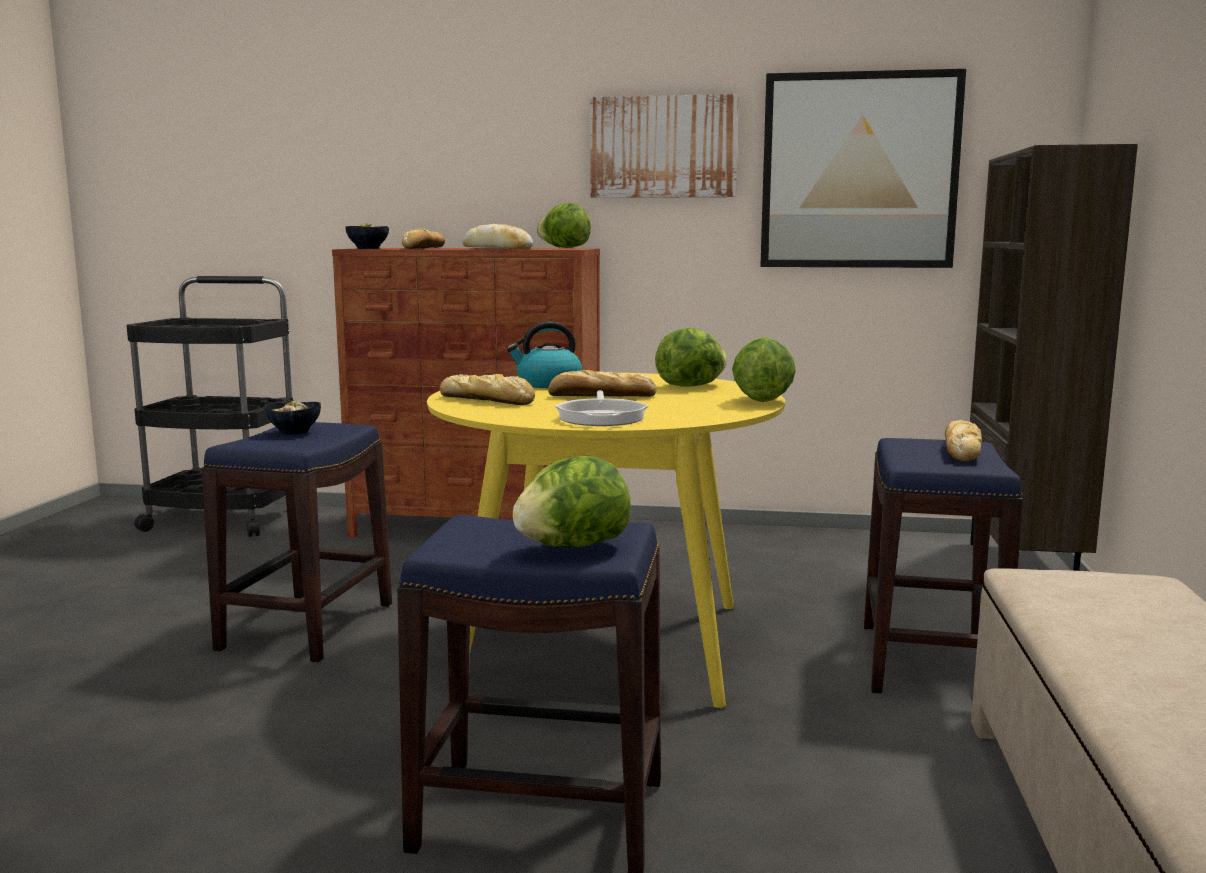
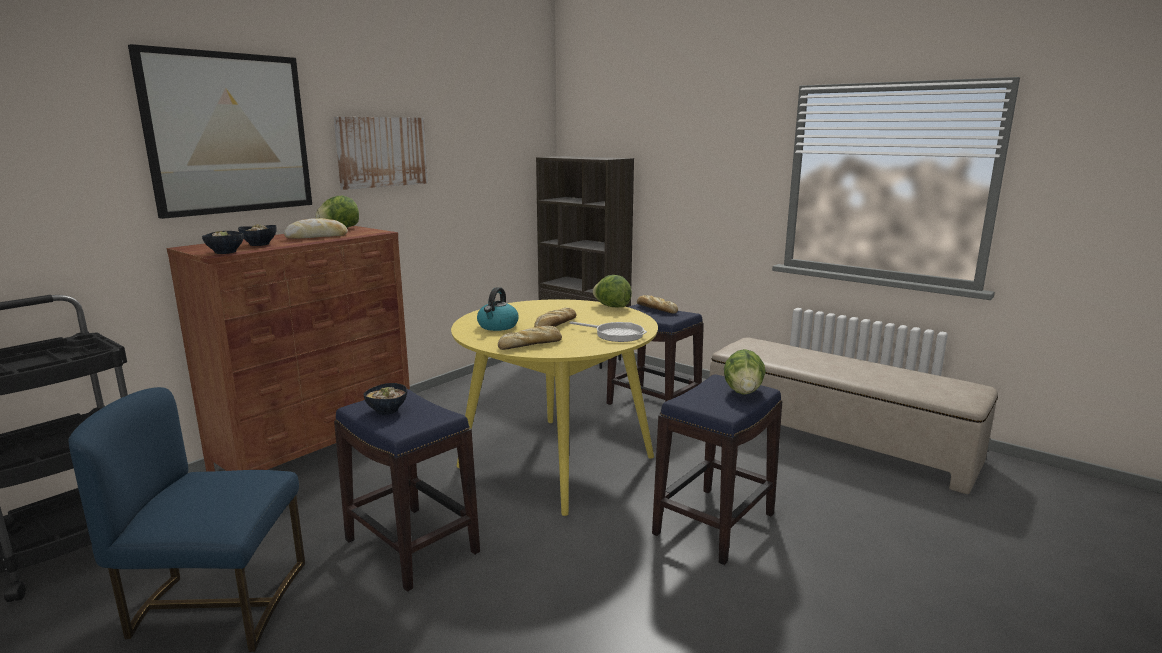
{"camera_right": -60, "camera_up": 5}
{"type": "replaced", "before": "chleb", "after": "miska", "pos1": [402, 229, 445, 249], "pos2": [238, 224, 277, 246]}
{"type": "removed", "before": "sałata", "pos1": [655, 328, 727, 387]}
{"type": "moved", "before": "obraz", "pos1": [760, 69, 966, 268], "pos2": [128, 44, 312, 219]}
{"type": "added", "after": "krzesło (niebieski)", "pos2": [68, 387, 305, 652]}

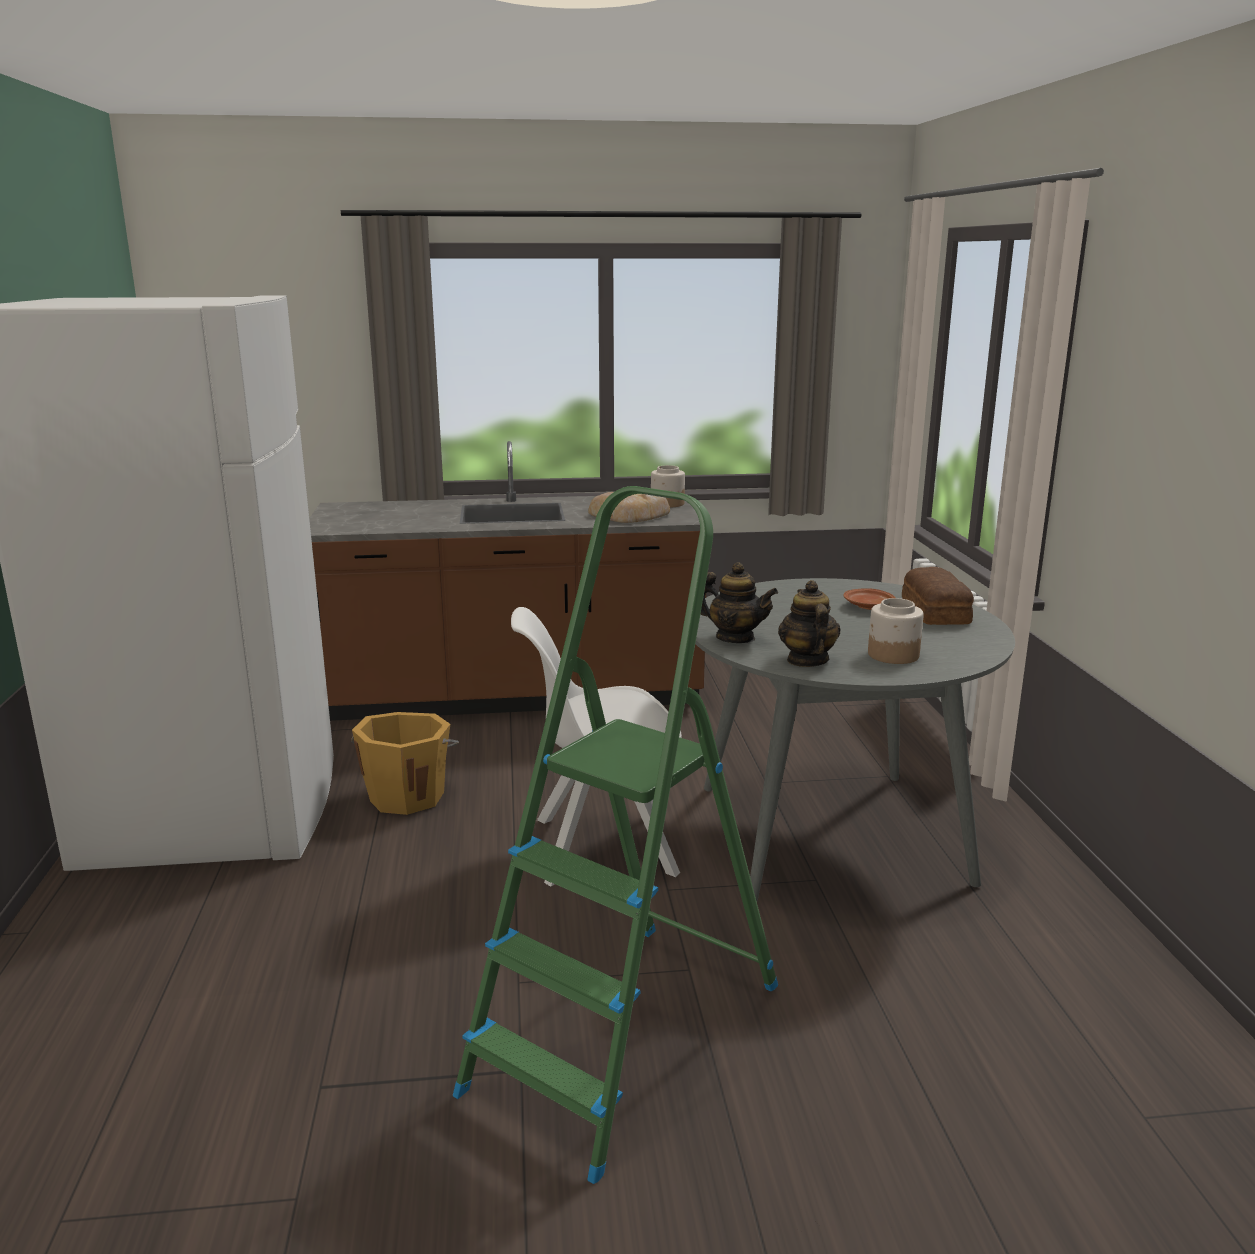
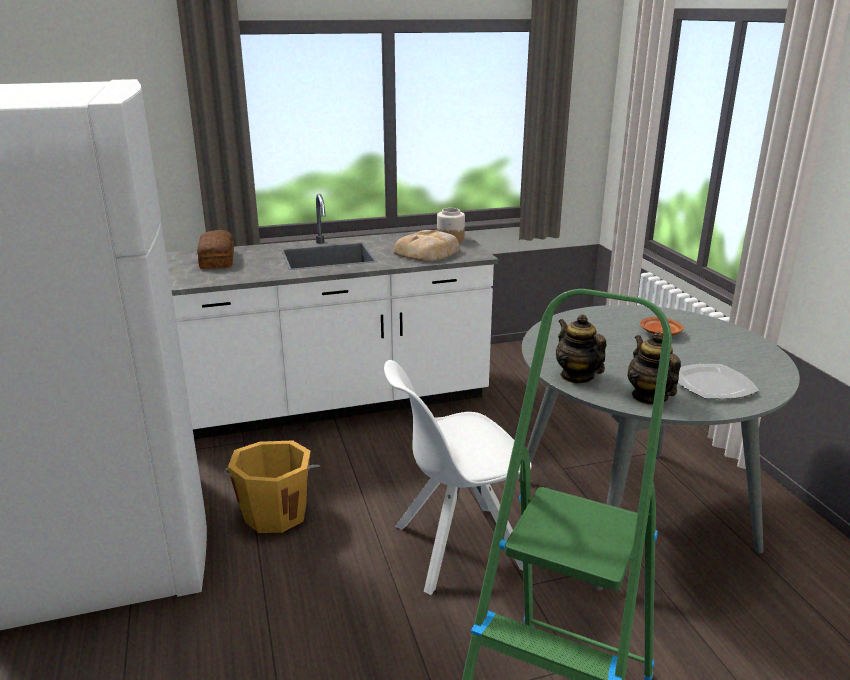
{"camera_right": -10, "camera_up": 5}
{"type": "recoloured", "before": "zabudowa kuchenna (brązowy)", "after": "zabudowa kuchenna (biały)", "pos1": [309, 441, 706, 721], "pos2": [166, 194, 498, 439]}
{"type": "turned", "before": "imbryk", "pos1": [701, 562, 778, 643], "pos2": [556, 314, 606, 384], "turn": -135}
{"type": "replaced", "before": "słoik", "after": "talerz", "pos1": [868, 598, 924, 664], "pos2": [678, 364, 759, 399]}
{"type": "moved", "before": "chleb", "pos1": [902, 567, 974, 625], "pos2": [197, 230, 234, 269]}

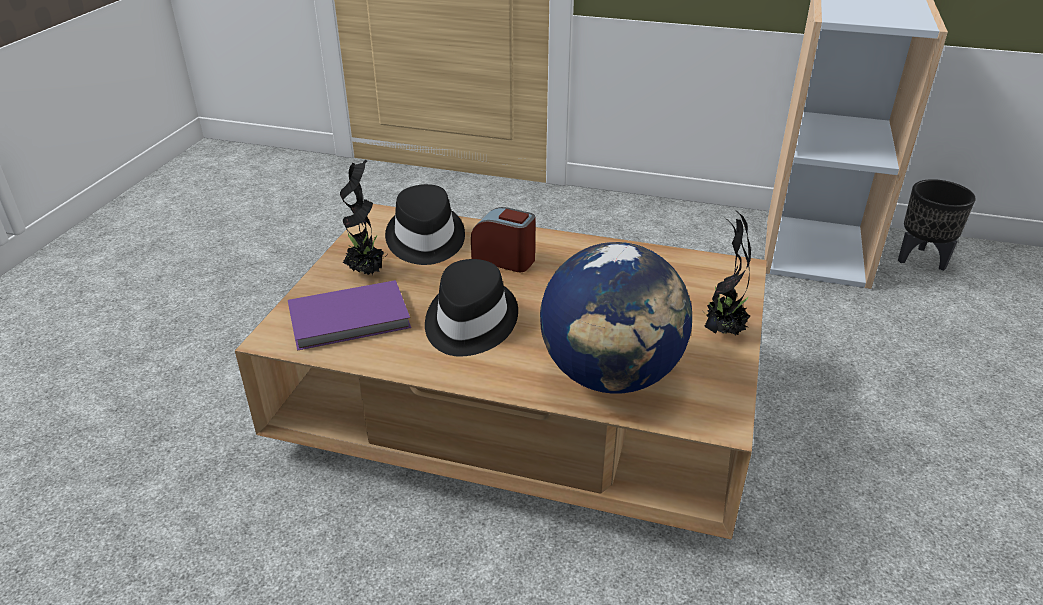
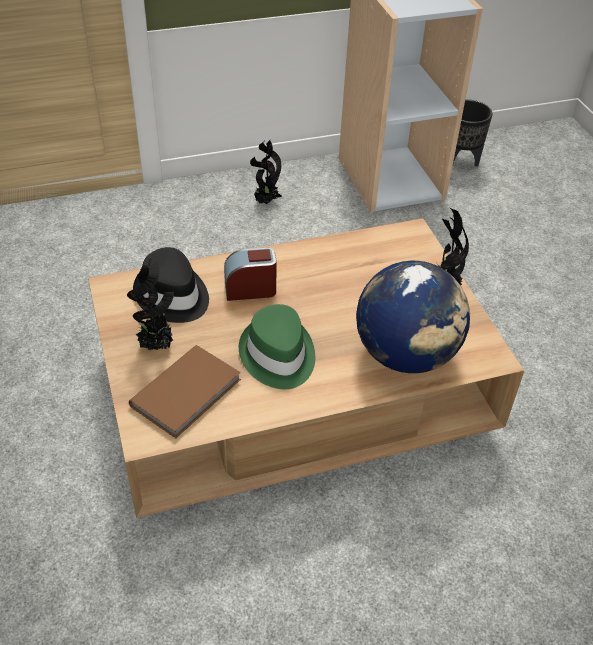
{"camera_right": -35, "camera_up": 10}
{"type": "recoloured", "before": "książka (fioletowy)", "after": "książka (brązowy)", "pos1": [288, 280, 411, 351], "pos2": [129, 345, 241, 438]}
{"type": "recoloured", "before": "kapelusz (czarny)", "after": "kapelusz (zielony)", "pos1": [425, 259, 518, 357], "pos2": [239, 304, 315, 389]}
{"type": "added", "after": "roślina doniczkowa", "pos2": [250, 140, 283, 204]}

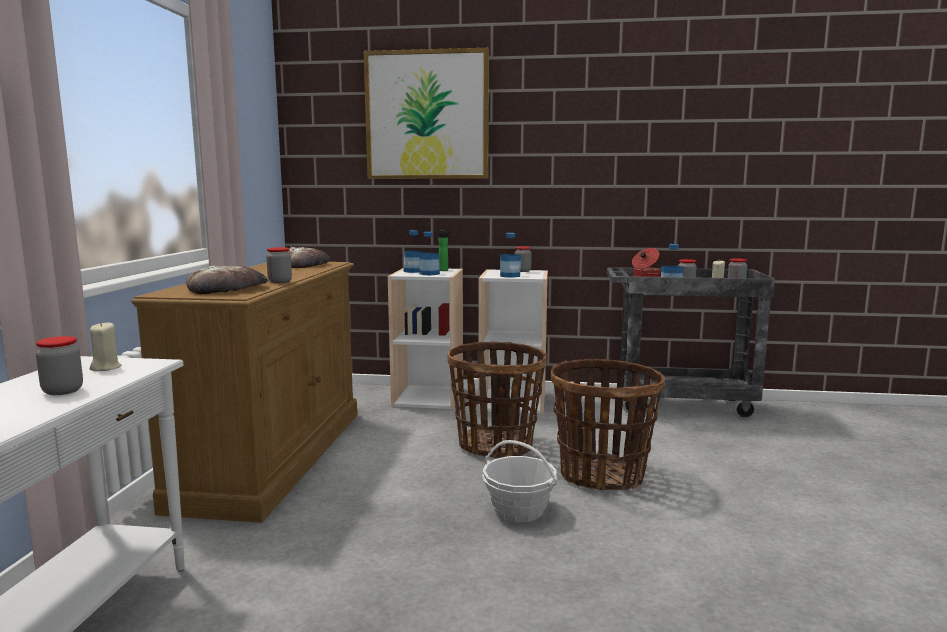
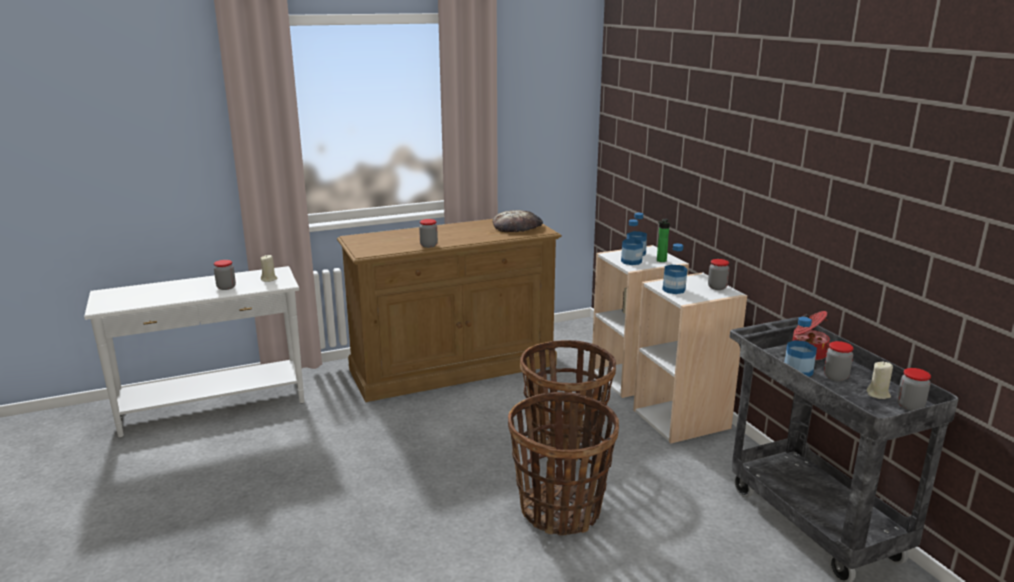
{"camera_right": 60, "camera_up": 10}
{"type": "removed", "before": "chleb", "pos1": [186, 265, 268, 294]}
{"type": "removed", "before": "obraz", "pos1": [364, 48, 489, 179]}
{"type": "removed", "before": "koszyk", "pos1": [482, 440, 558, 522]}

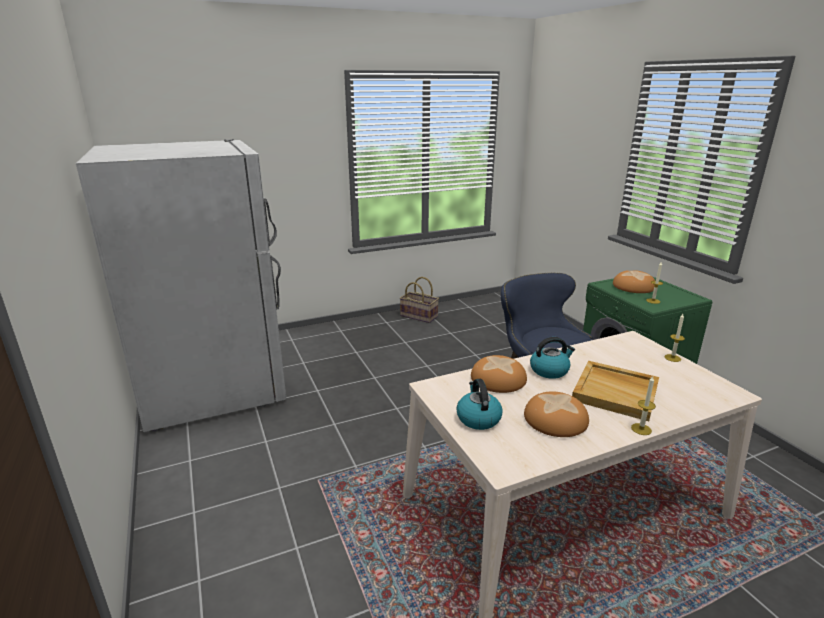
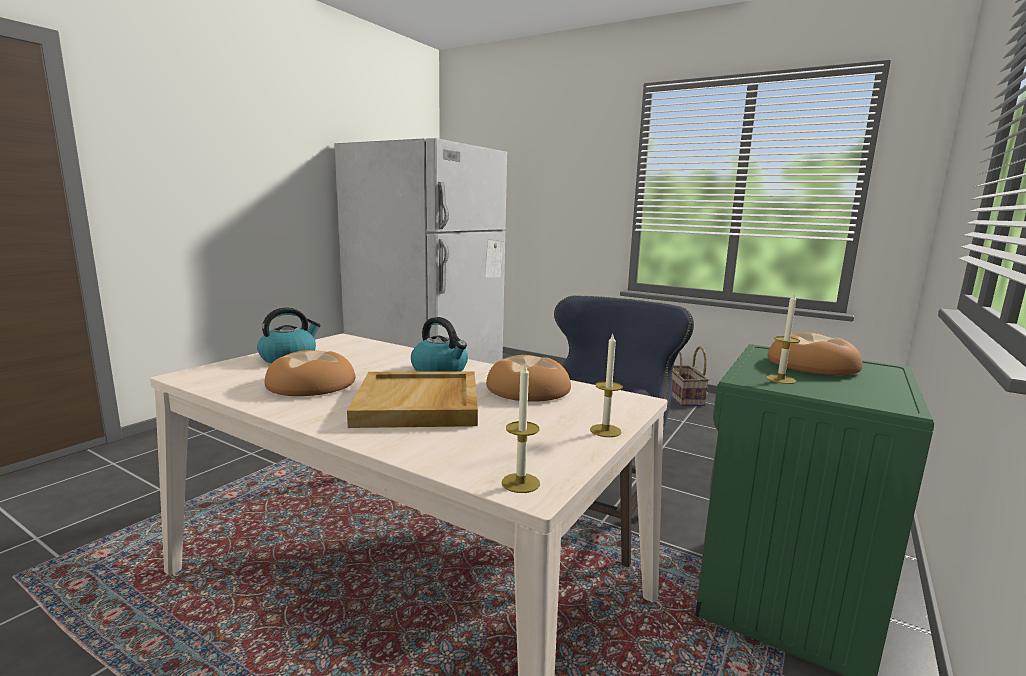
{"camera_right": 55, "camera_up": -10}
{"type": "moved", "before": "chleb", "pos1": [471, 355, 527, 393], "pos2": [486, 355, 571, 402]}
{"type": "moved", "before": "świeca", "pos1": [631, 376, 656, 435], "pos2": [502, 362, 540, 493]}

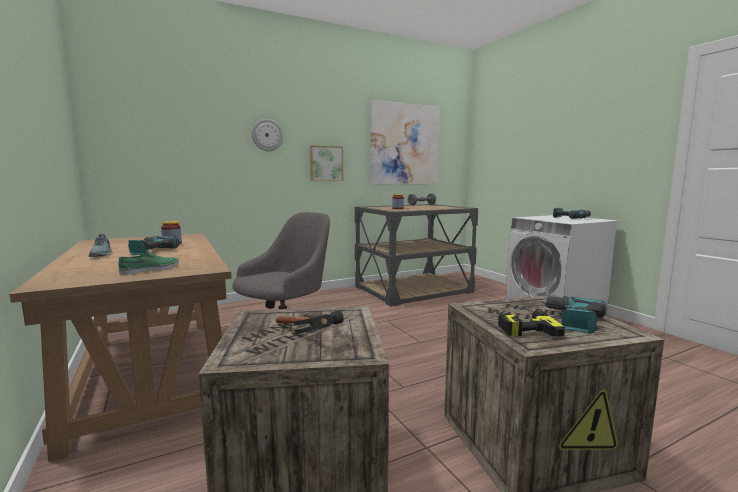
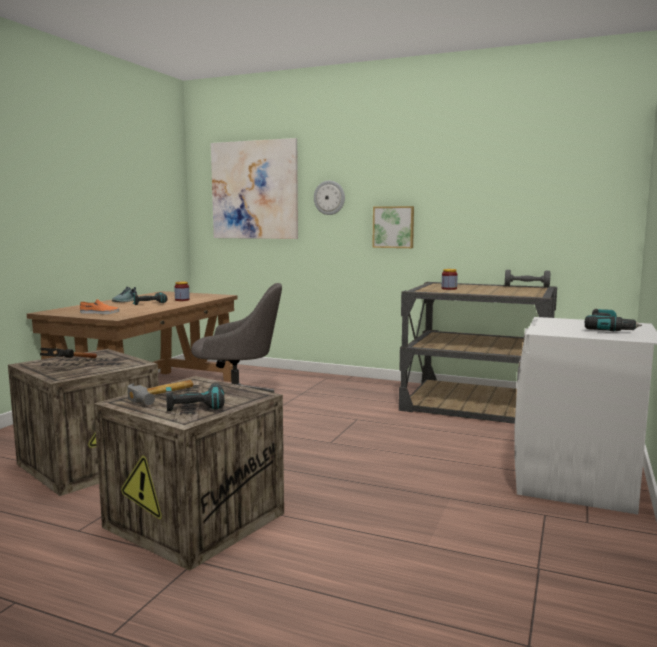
{"camera_right": 50, "camera_up": 0}
{"type": "recoloured", "before": "but (zielony)", "after": "but (pomarańczowy)", "pos1": [118, 250, 179, 275], "pos2": [80, 299, 119, 314]}
{"type": "moved", "before": "obraz", "pos1": [371, 100, 440, 185], "pos2": [211, 138, 298, 239]}
{"type": "replaced", "before": "wiertarka", "after": "młotek", "pos1": [498, 306, 565, 337], "pos2": [127, 380, 193, 405]}

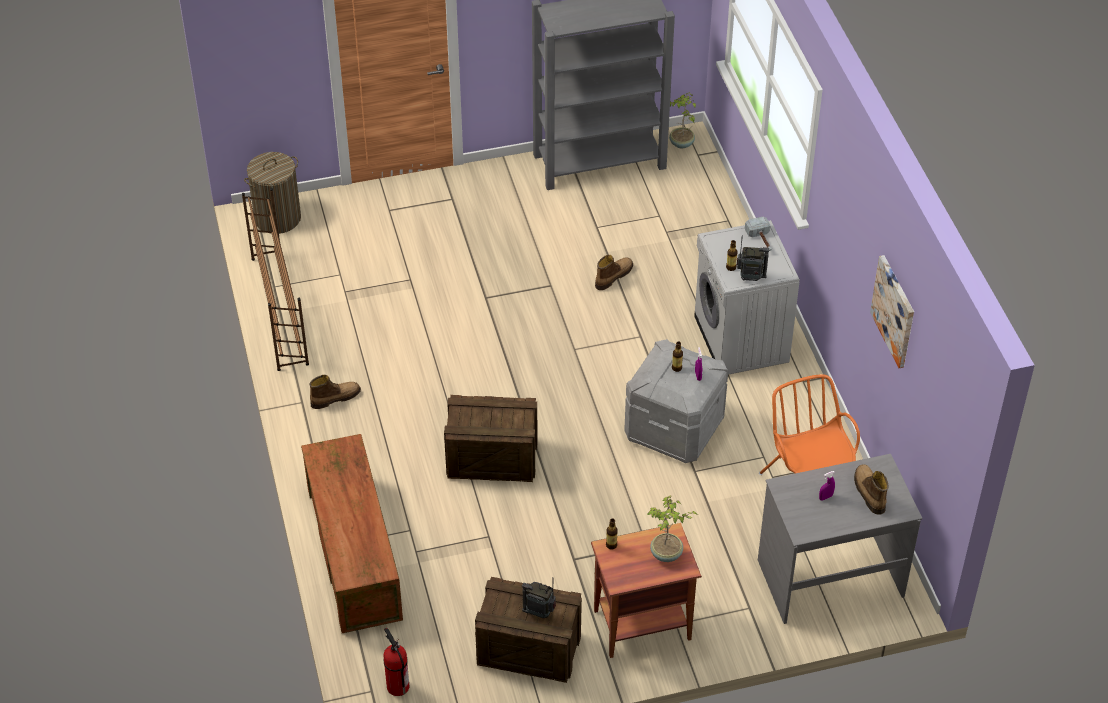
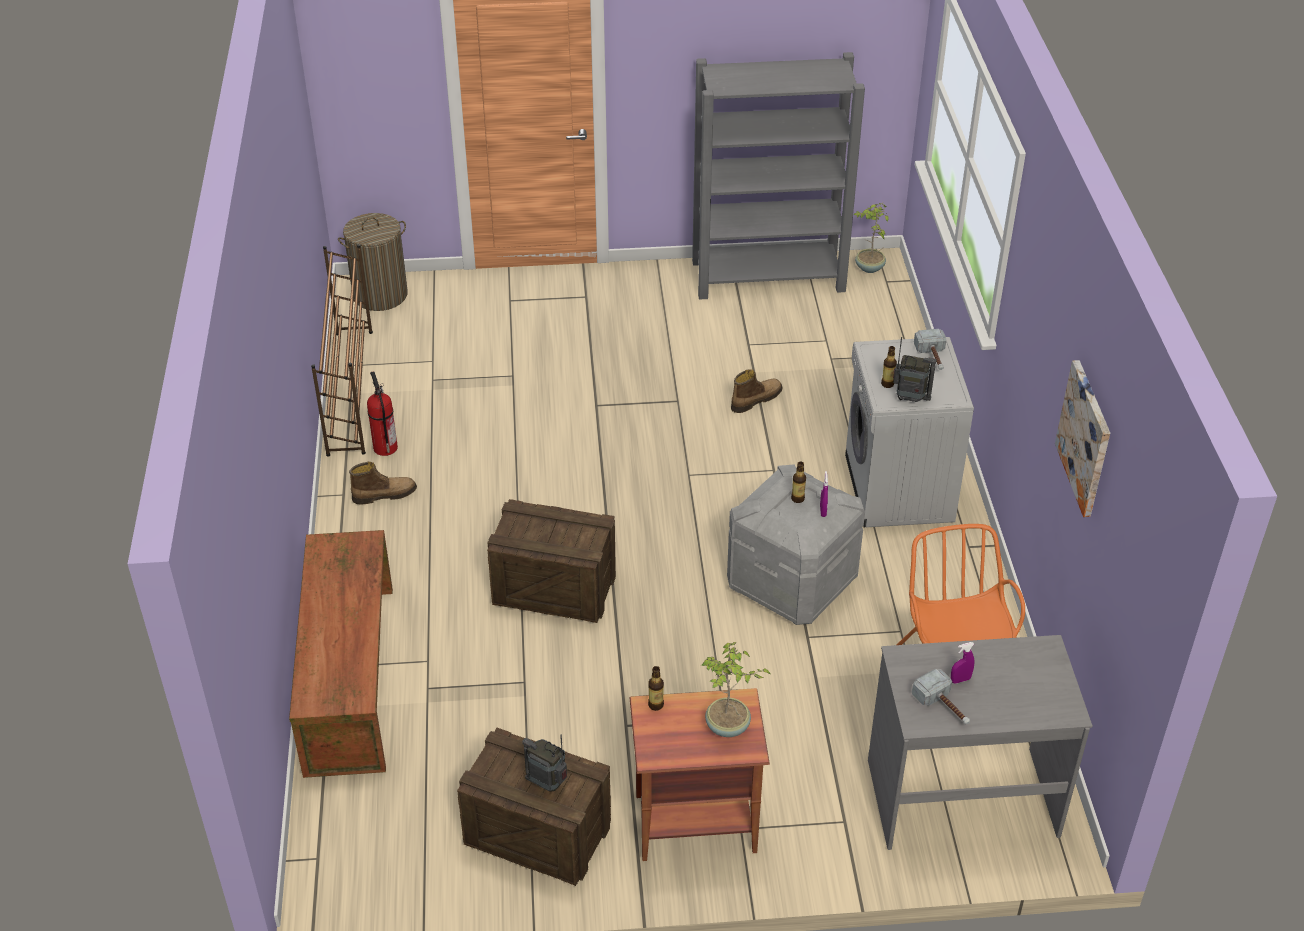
{"camera_right": 10, "camera_up": -5}
{"type": "moved", "before": "gaśnica", "pos1": [383, 628, 409, 696], "pos2": [367, 371, 398, 456]}
{"type": "removed", "before": "but z cholewką", "pos1": [854, 464, 889, 514]}
{"type": "added", "after": "młotek", "pos2": [912, 669, 970, 724]}

